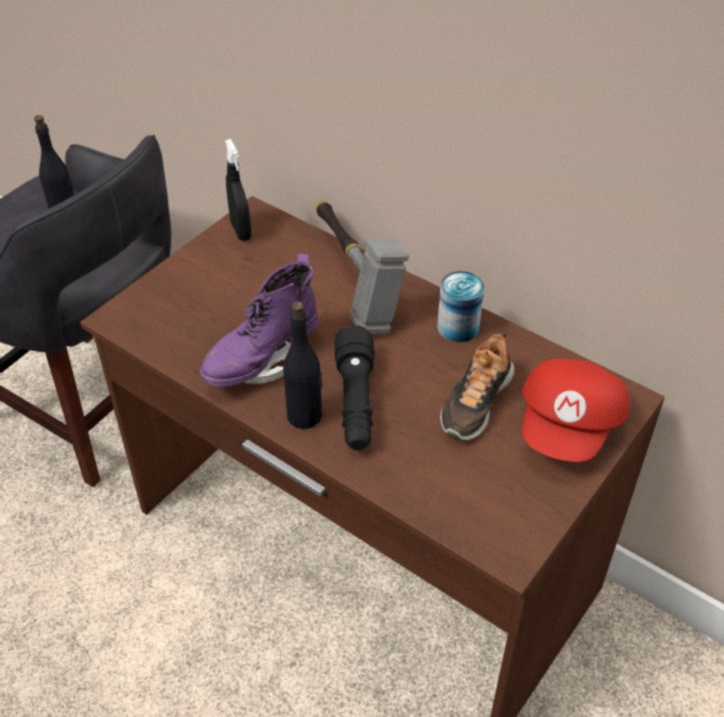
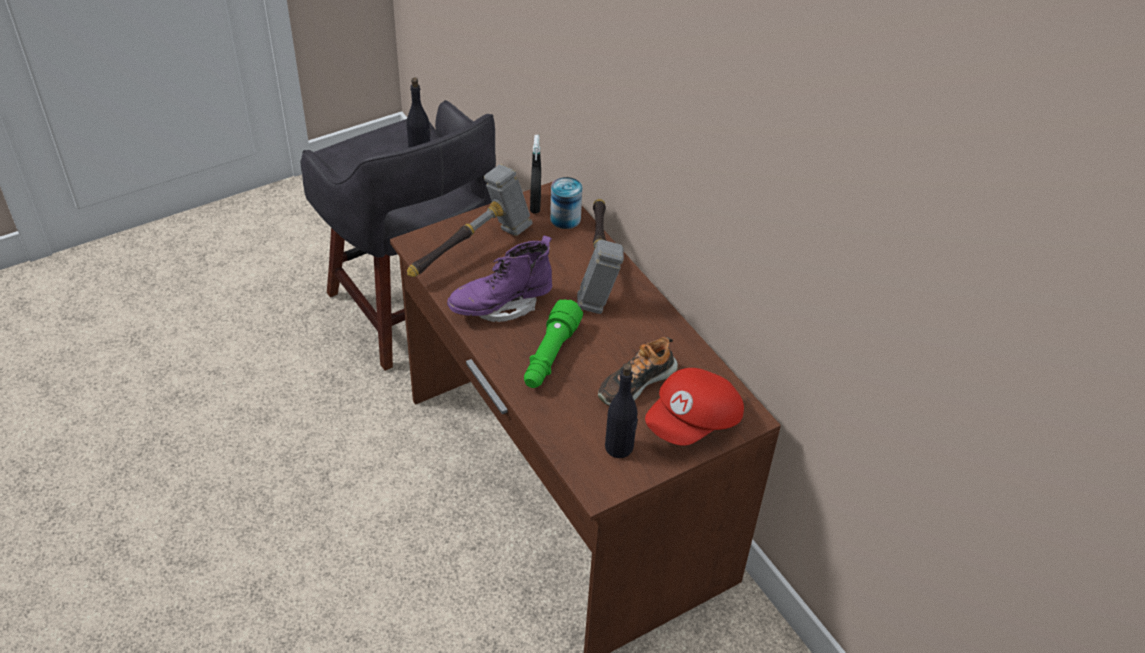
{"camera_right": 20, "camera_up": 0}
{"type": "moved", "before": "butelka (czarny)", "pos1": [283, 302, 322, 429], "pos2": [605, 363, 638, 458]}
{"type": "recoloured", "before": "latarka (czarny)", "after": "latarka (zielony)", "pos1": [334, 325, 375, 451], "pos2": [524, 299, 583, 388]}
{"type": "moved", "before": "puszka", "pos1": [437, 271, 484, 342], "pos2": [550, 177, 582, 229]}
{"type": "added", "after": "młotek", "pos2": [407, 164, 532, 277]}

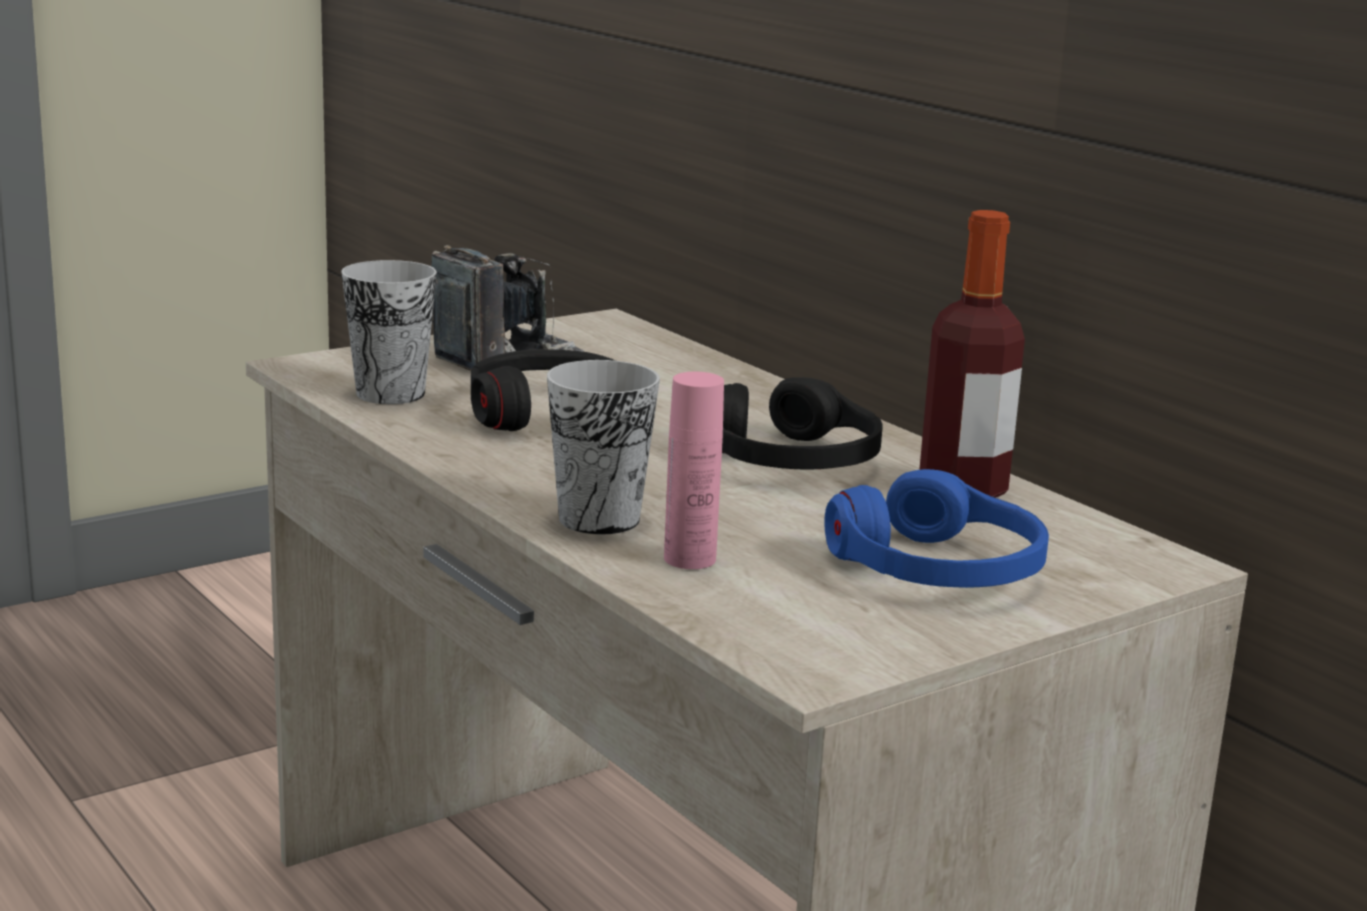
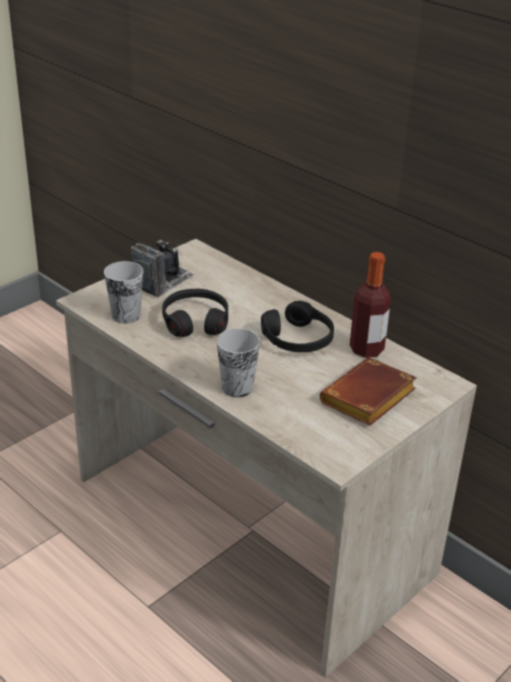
{"camera_right": -10, "camera_up": 15}
{"type": "removed", "before": "butelka (różowy)", "pos1": [664, 372, 724, 569]}
{"type": "replaced", "before": "słuchawki (niebieski)", "after": "książka (brązowy)", "pos1": [824, 469, 1049, 588], "pos2": [320, 357, 417, 426]}

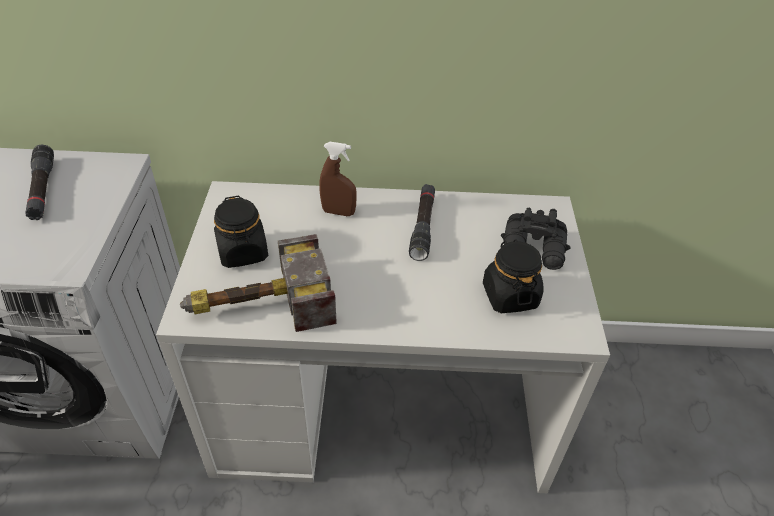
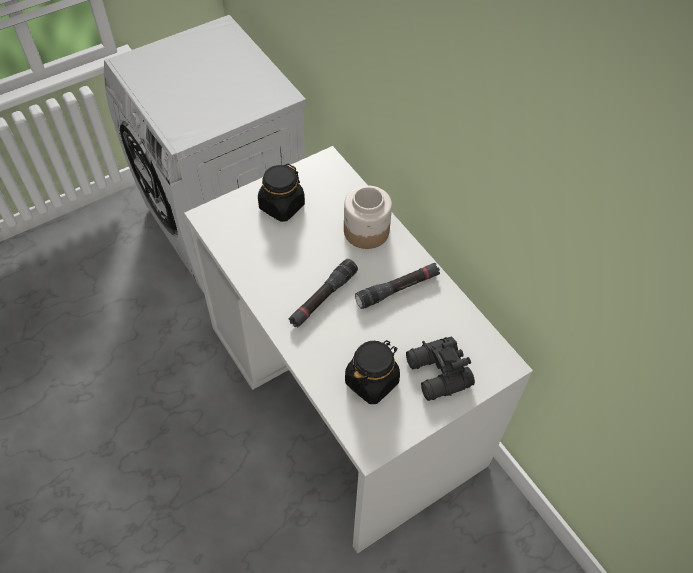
{"camera_right": 55, "camera_up": 10}
{"type": "moved", "before": "latarka (czarny)", "pos1": [25, 145, 54, 220], "pos2": [289, 259, 358, 328]}
{"type": "removed", "before": "młotek", "pos1": [180, 234, 337, 332]}
{"type": "replaced", "before": "spryskiwacz (brązowy)", "after": "słoik", "pos1": [319, 142, 357, 216], "pos2": [344, 185, 392, 249]}

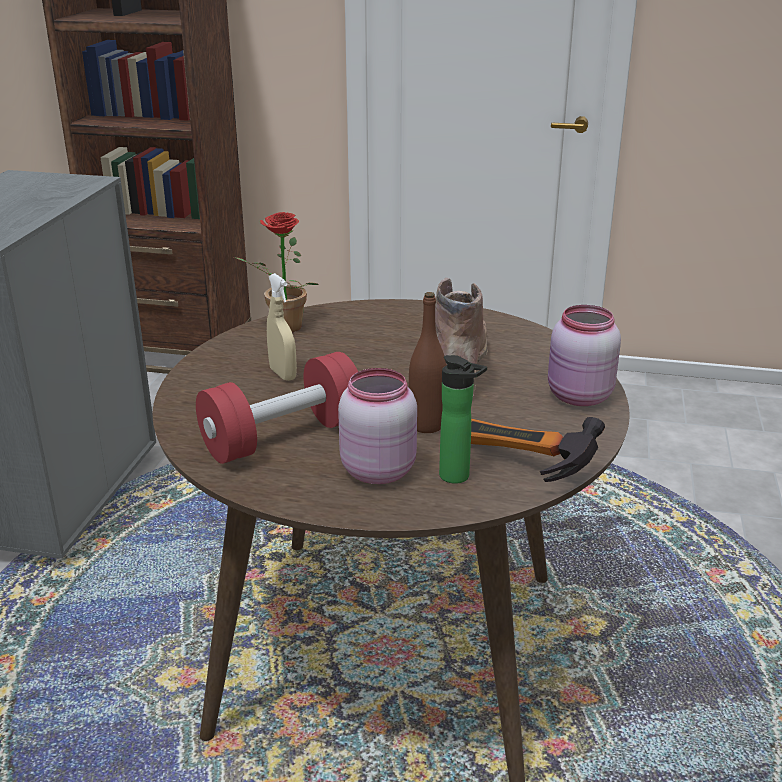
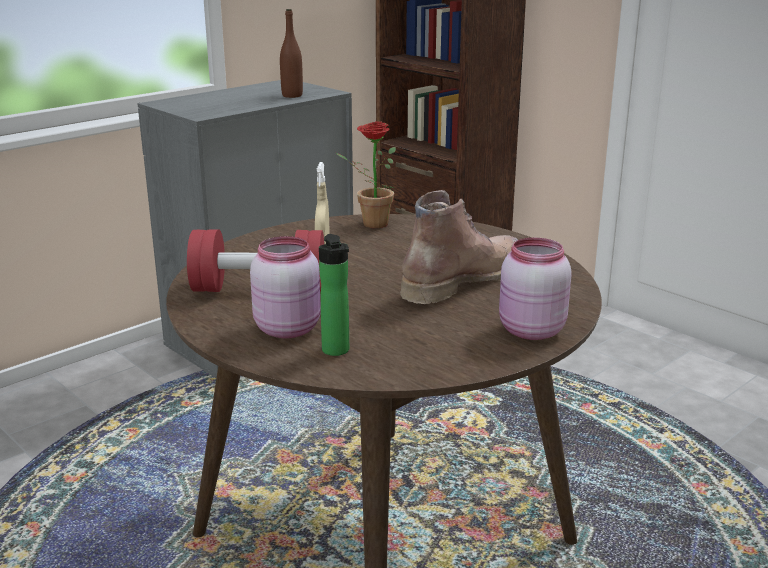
{"camera_right": 35, "camera_up": -5}
{"type": "moved", "before": "butelka (brązowy)", "pos1": [409, 292, 447, 433], "pos2": [280, 9, 303, 98]}
{"type": "removed", "before": "młotek", "pos1": [471, 417, 605, 482]}

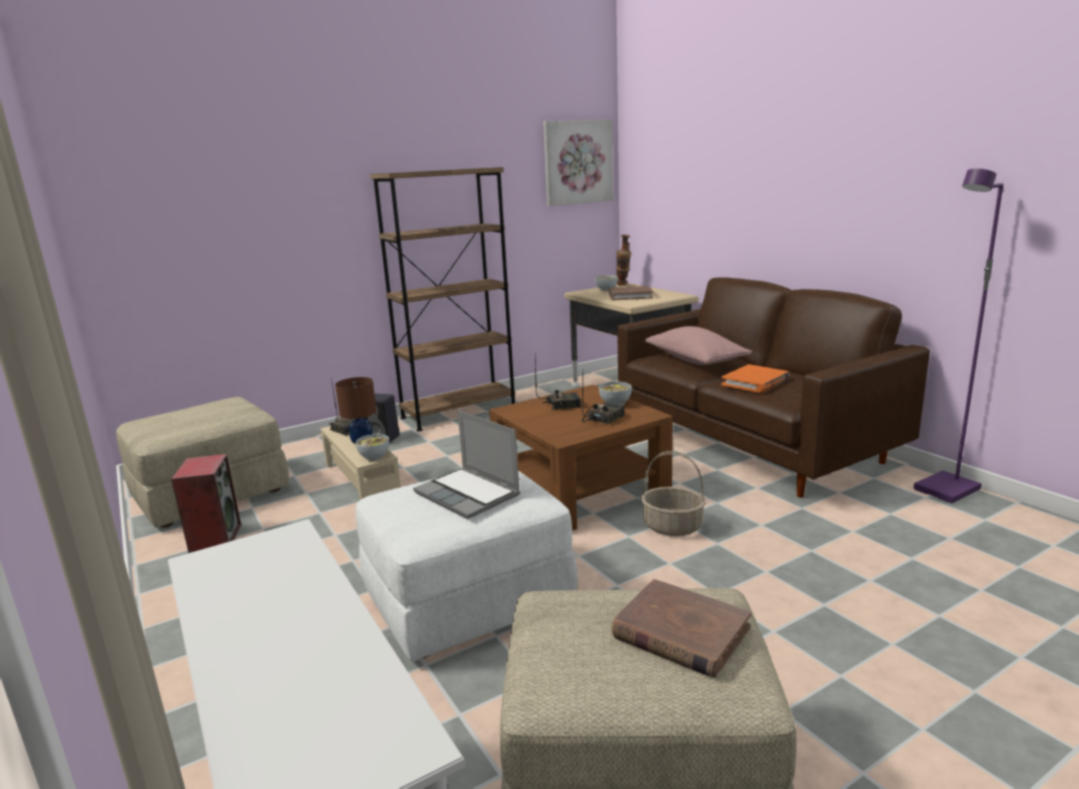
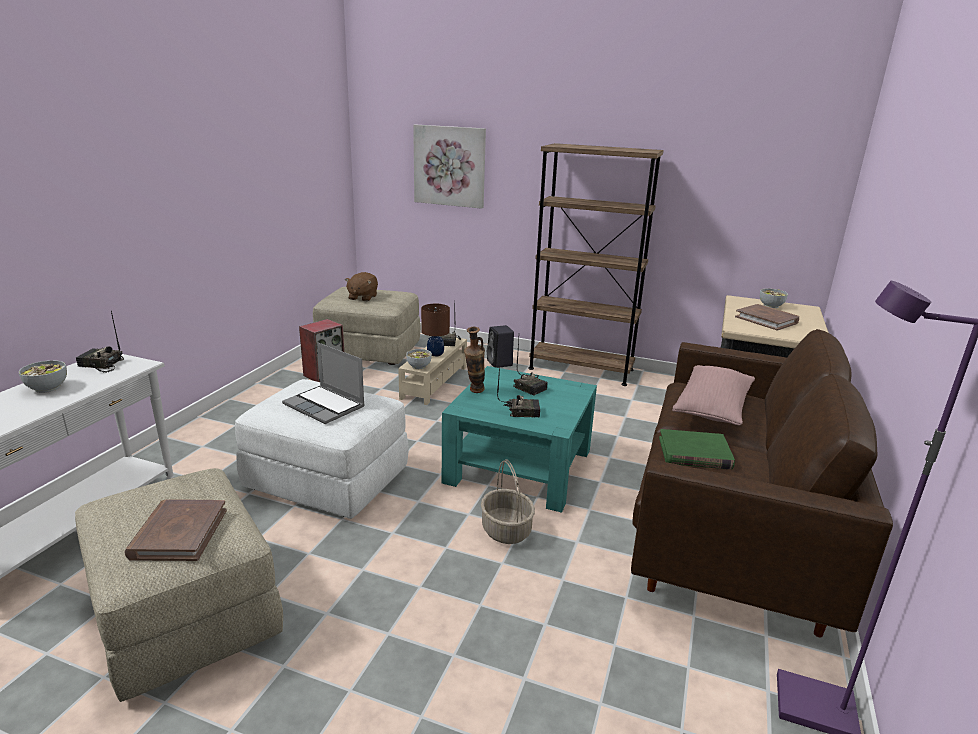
{"camera_right": 50, "camera_up": 5}
{"type": "turned", "before": "laptop", "pos1": [413, 411, 520, 519], "pos2": [282, 342, 365, 424], "turn": -60}
{"type": "recoloured", "before": "ława (brązowy)", "after": "ława (turkusowy)", "pos1": [489, 385, 673, 531], "pos2": [442, 366, 597, 513]}
{"type": "moved", "before": "obraz", "pos1": [543, 120, 613, 206], "pos2": [413, 125, 486, 209]}
{"type": "moved", "before": "miska", "pos1": [599, 381, 632, 406], "pos2": [19, 360, 67, 393]}
{"type": "moved", "before": "wazon", "pos1": [616, 235, 631, 286], "pos2": [464, 327, 485, 393]}
{"type": "recoloured", "before": "książka (pomarańczowy)", "after": "książka (zielony)", "pos1": [721, 364, 790, 393], "pos2": [659, 429, 735, 470]}
{"type": "added", "after": "radio", "pos2": [76, 311, 124, 373]}
{"type": "added", "after": "pluszak (brązowy)", "pos2": [345, 272, 378, 301]}

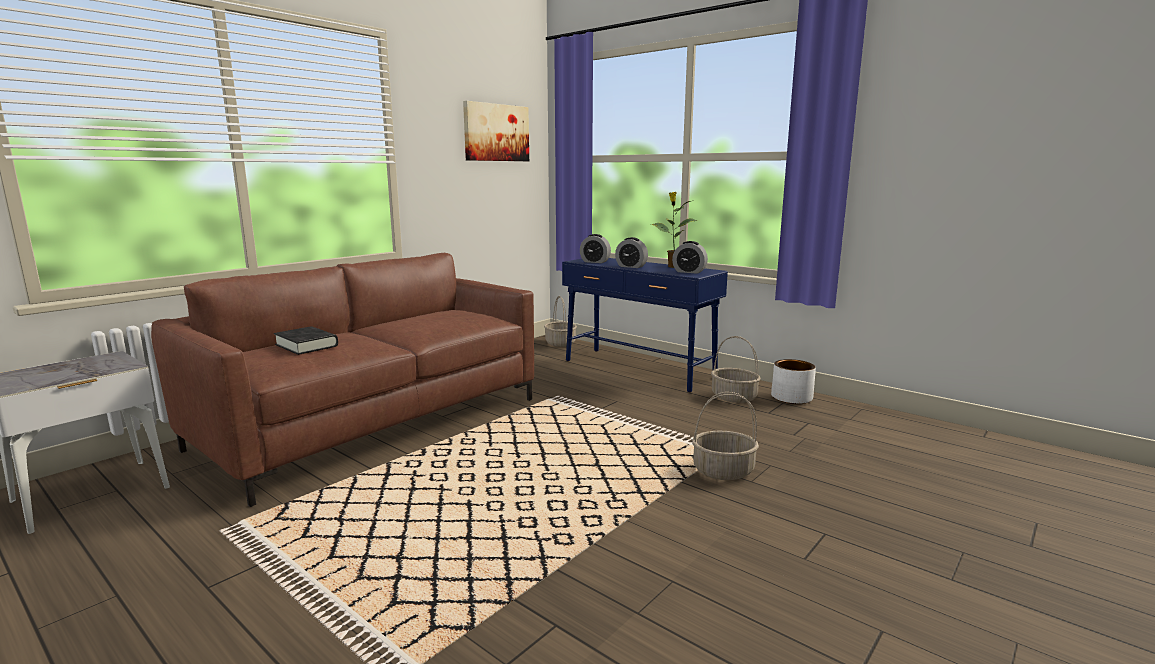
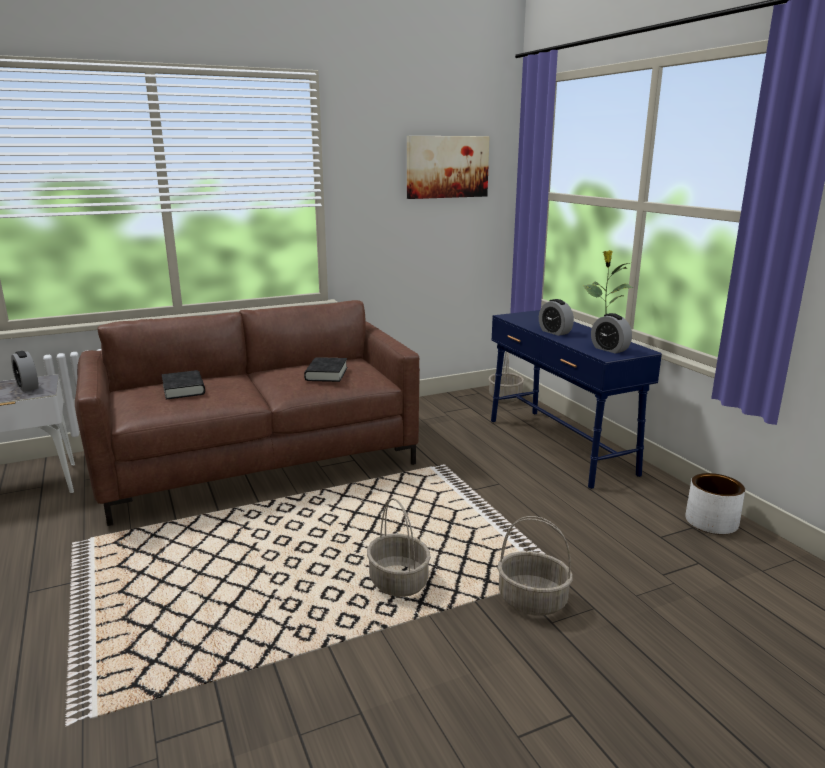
{"camera_right": 25, "camera_up": 5}
{"type": "moved", "before": "budzik", "pos1": [580, 234, 611, 263], "pos2": [11, 351, 39, 392]}
{"type": "moved", "before": "koszyk", "pos1": [711, 336, 761, 403], "pos2": [367, 498, 431, 597]}
{"type": "added", "after": "książka (czarny)", "pos2": [304, 357, 348, 382]}

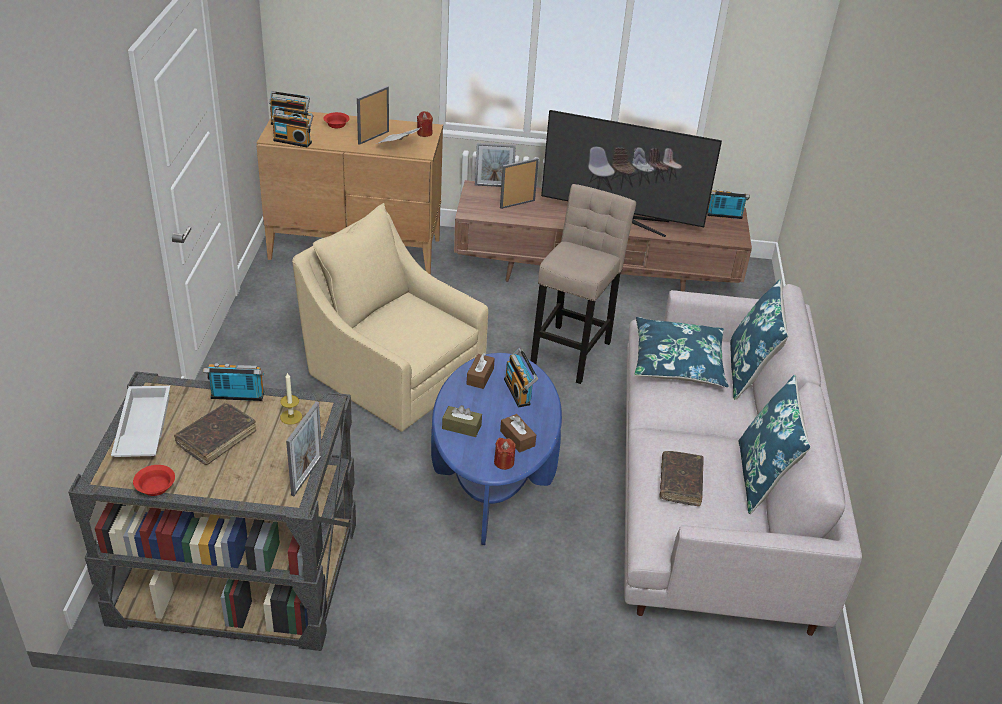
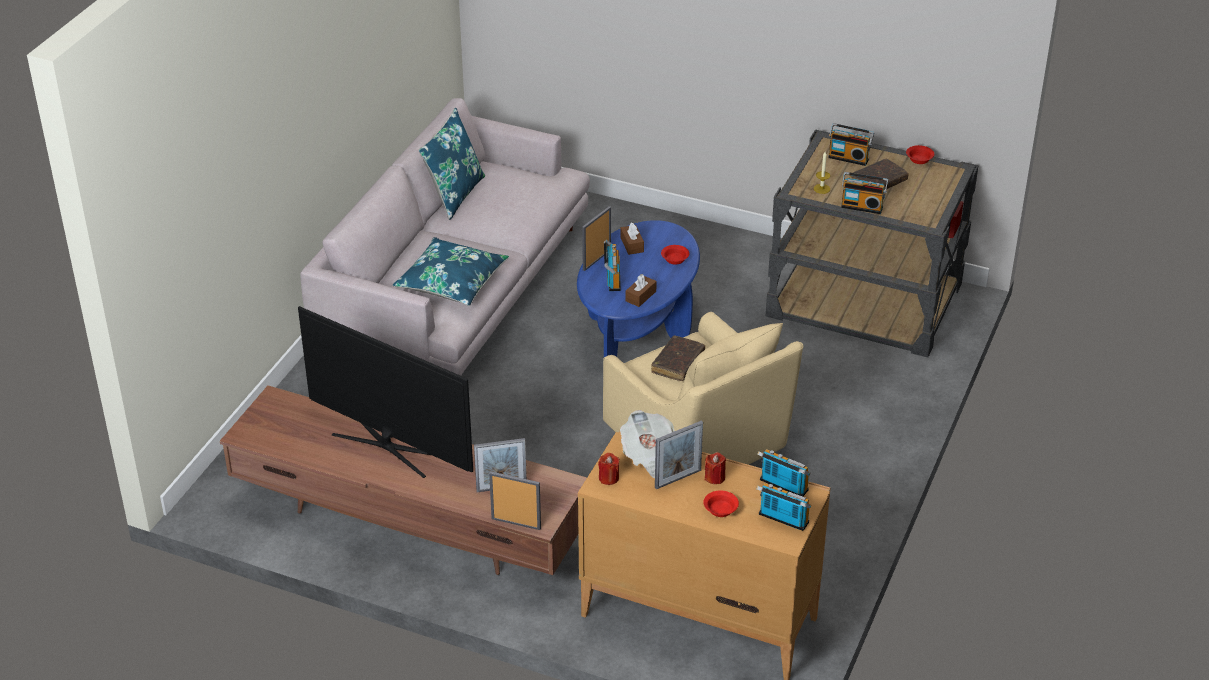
{"camera_right": -160, "camera_up": 0}
{"type": "removed", "before": "taca (biały)", "pos1": [111, 386, 170, 457]}
{"type": "moved", "before": "ramka na zdjęcie", "pos1": [286, 401, 322, 496], "pos2": [582, 206, 611, 271]}
{"type": "replaced", "before": "pudełko chusteczek (brązowy)", "after": "miska (czerwony)", "pos1": [442, 405, 482, 437], "pos2": [661, 245, 689, 265]}
{"type": "moved", "before": "świeca (czerwony)", "pos1": [494, 438, 516, 470], "pos2": [705, 452, 726, 484]}
{"type": "removed", "before": "stołek (beżowy)", "pos1": [530, 184, 636, 384]}
{"type": "moved", "before": "książka (brązowy)", "pos1": [659, 451, 704, 506], "pos2": [651, 335, 705, 381]}
{"type": "moved", "before": "radio", "pos1": [707, 190, 750, 219], "pos2": [828, 123, 874, 166]}
{"type": "removed", "before": "poduszka (niebieski)", "pos1": [730, 279, 789, 400]}

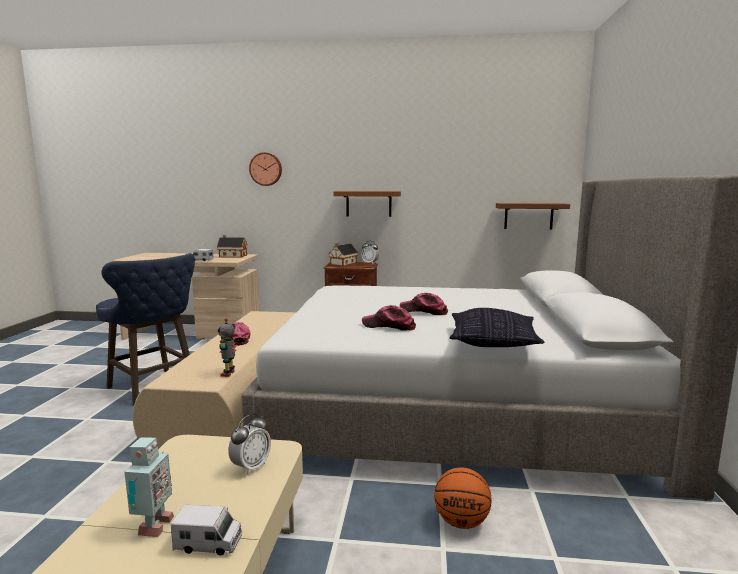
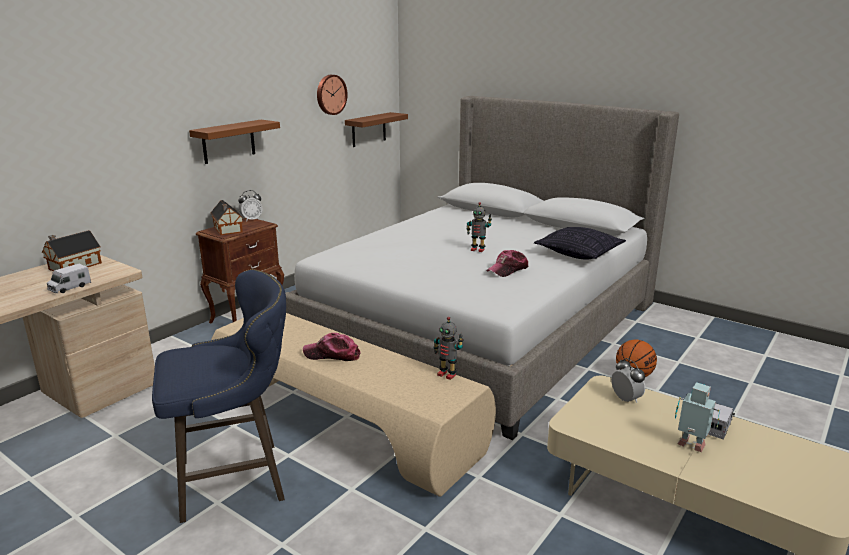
{"camera_right": -60, "camera_up": 10}
{"type": "moved", "before": "zegar ścienny", "pos1": [249, 152, 282, 186], "pos2": [317, 75, 348, 115]}
{"type": "replaced", "before": "czapka z daszkiem", "after": "robot zabawkowy", "pos1": [400, 293, 448, 315], "pos2": [466, 202, 492, 252]}

